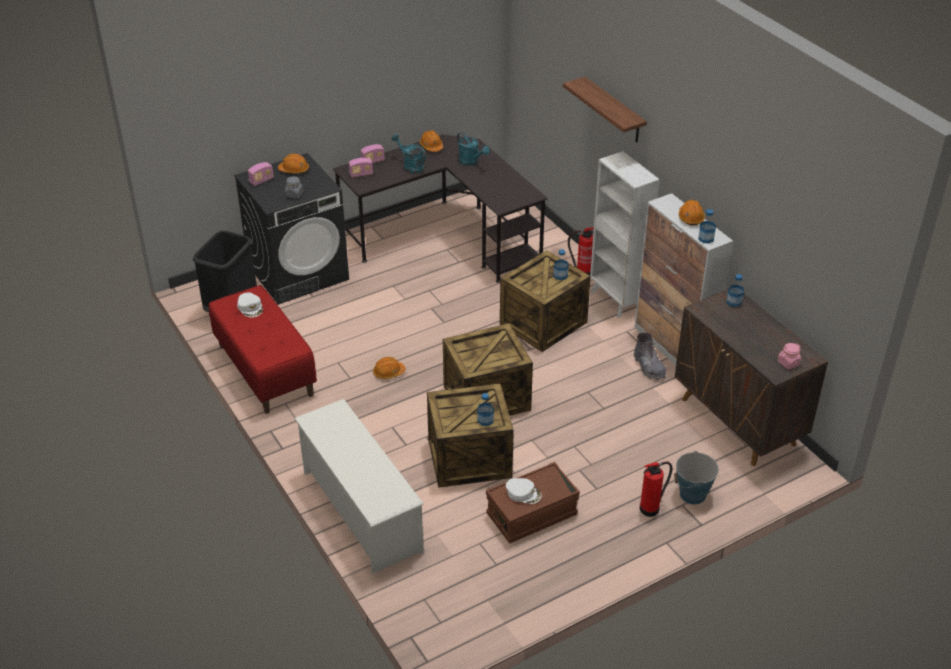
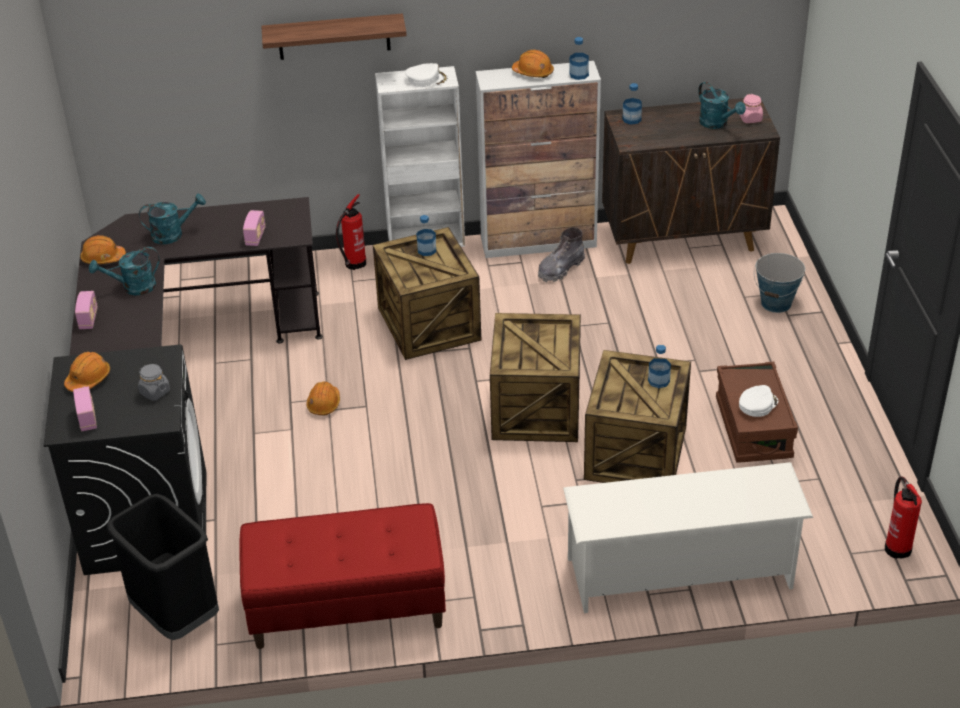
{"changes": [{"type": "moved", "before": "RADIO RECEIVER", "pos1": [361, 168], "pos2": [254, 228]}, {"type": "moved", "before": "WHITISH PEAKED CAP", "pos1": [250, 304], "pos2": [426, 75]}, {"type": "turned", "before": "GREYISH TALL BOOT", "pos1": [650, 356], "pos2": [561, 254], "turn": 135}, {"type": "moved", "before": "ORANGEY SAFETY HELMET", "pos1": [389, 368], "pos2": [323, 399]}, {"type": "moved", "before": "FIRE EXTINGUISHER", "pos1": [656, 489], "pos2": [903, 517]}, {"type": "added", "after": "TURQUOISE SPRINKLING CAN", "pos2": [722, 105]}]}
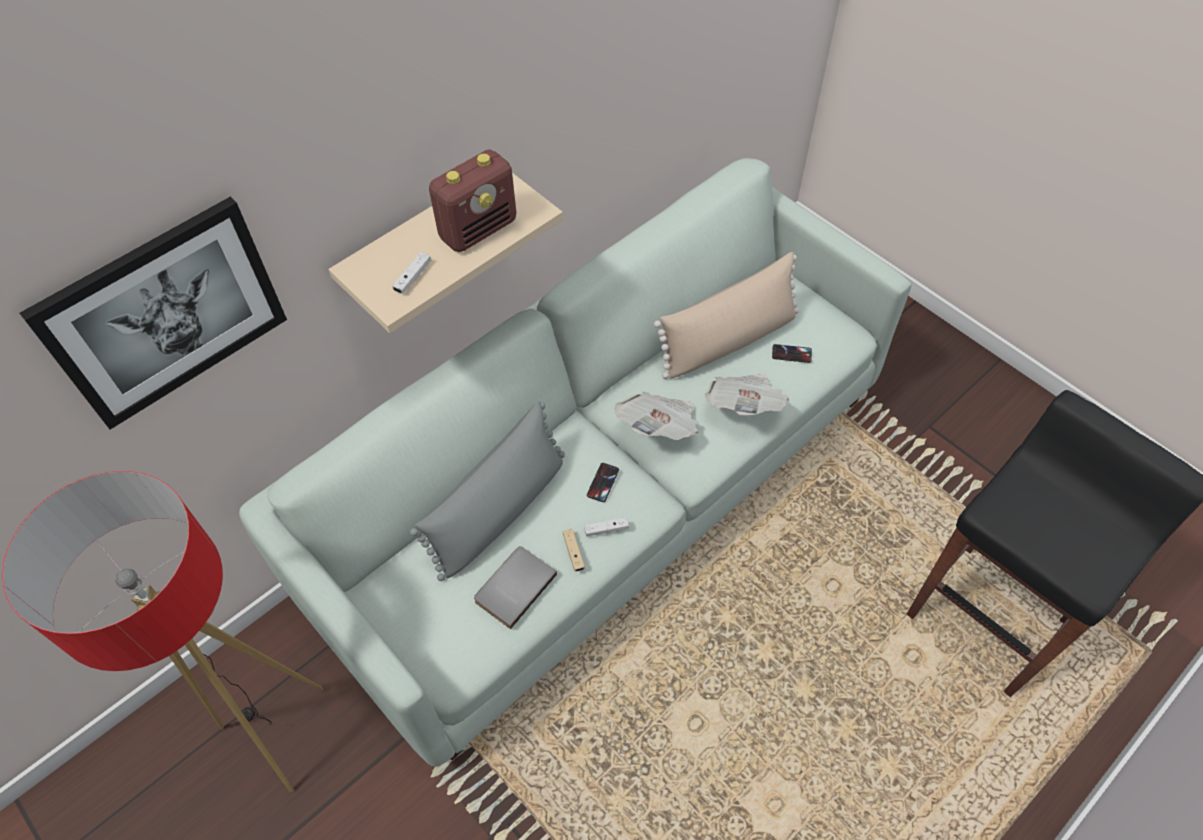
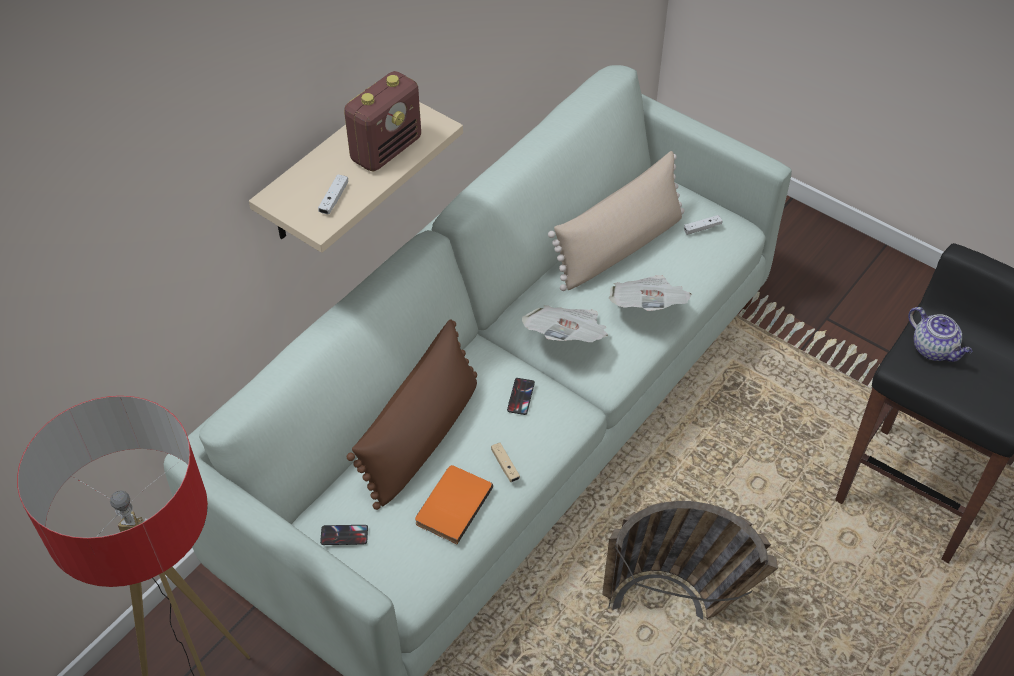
{"changes": [{"type": "removed", "before": "PICTURE", "pos1": [153, 313]}, {"type": "moved", "before": "TELEPHONE", "pos1": [792, 353], "pos2": [344, 535]}, {"type": "recoloured", "before": "GREYISH PILLOW", "after": "BROWNISH PILLOW", "pos1": [487, 491], "pos2": [412, 414]}, {"type": "moved", "before": "WHITISH JOYPAD", "pos1": [606, 527], "pos2": [703, 225]}, {"type": "recoloured", "before": "GREYISH BOOK", "after": "ORANGEY BOOK", "pos1": [515, 587], "pos2": [454, 504]}, {"type": "added", "after": "POT FOR TEA", "pos2": [940, 334]}, {"type": "added", "after": "HOUSEHOLD BASKET", "pos2": [690, 560]}]}
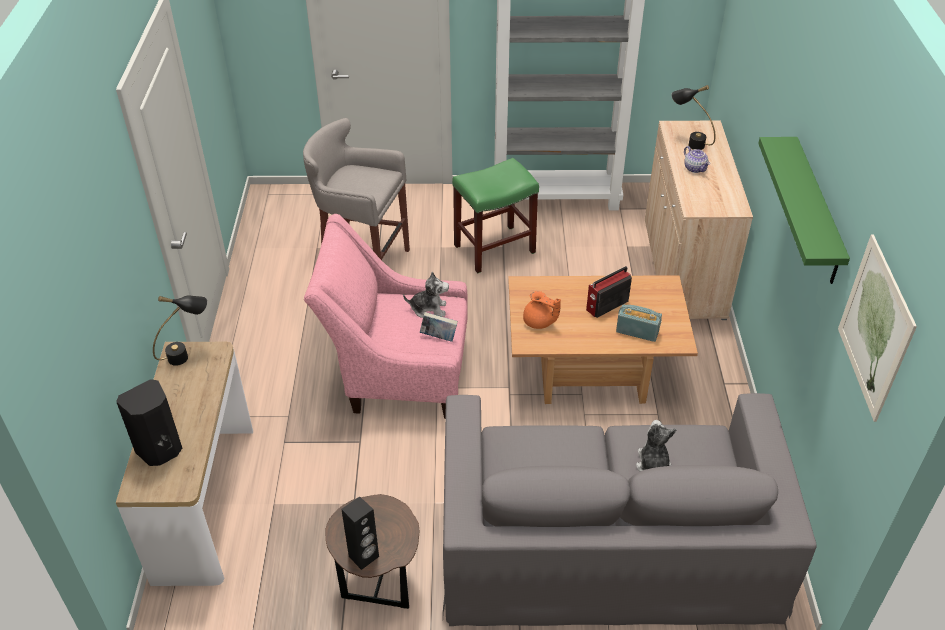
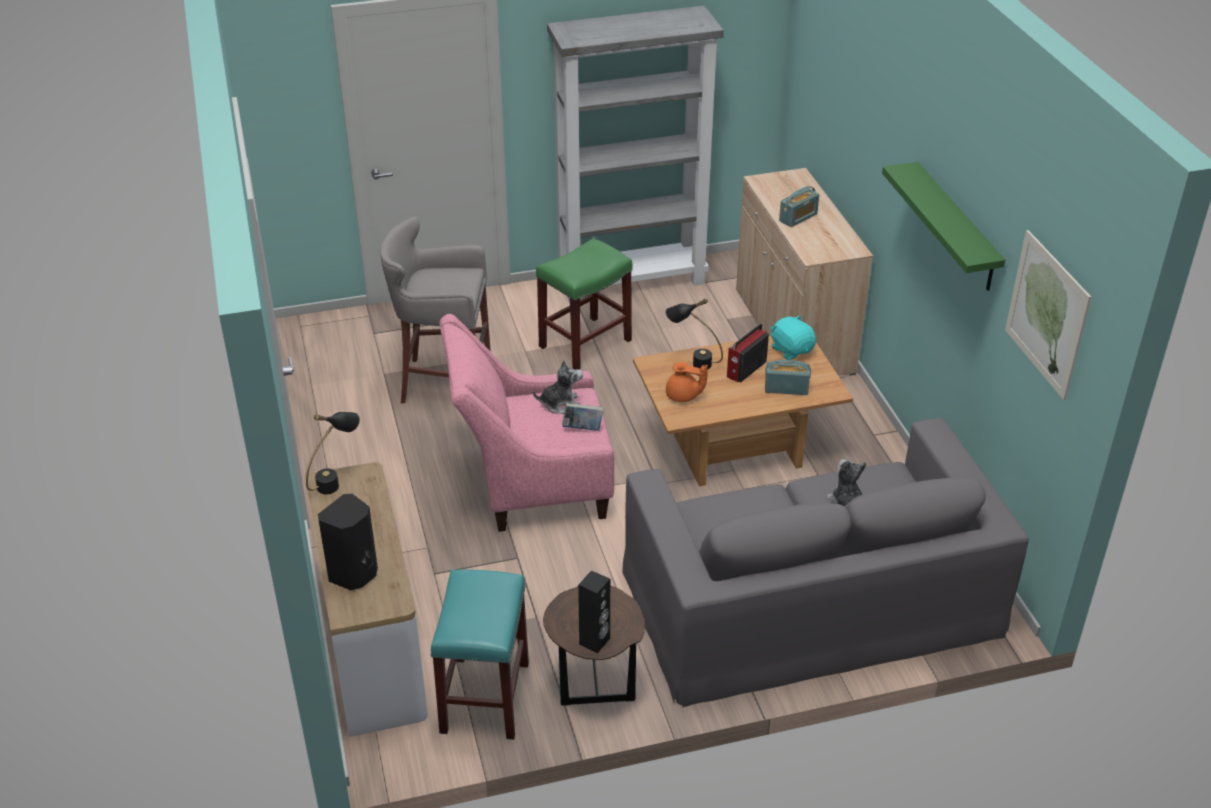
{"changes": [{"type": "moved", "before": "BLACK TABLE LAMP", "pos1": [693, 117], "pos2": [694, 334]}, {"type": "replaced", "before": "POT FOR TEA", "after": "RADIO RECEIVER", "pos1": [697, 159], "pos2": [799, 206]}, {"type": "added", "after": "TURQUOISE SOFT TOY", "pos2": [793, 337]}, {"type": "added", "after": "TURQUOISE STOOL SEAT", "pos2": [480, 655]}]}
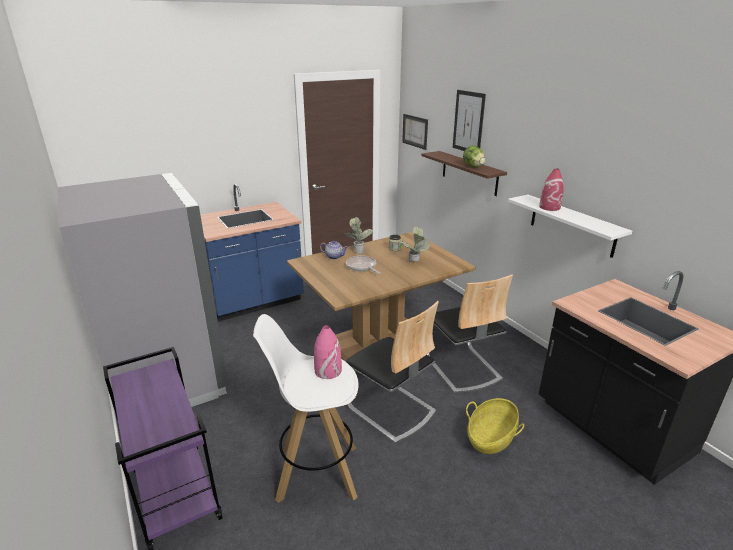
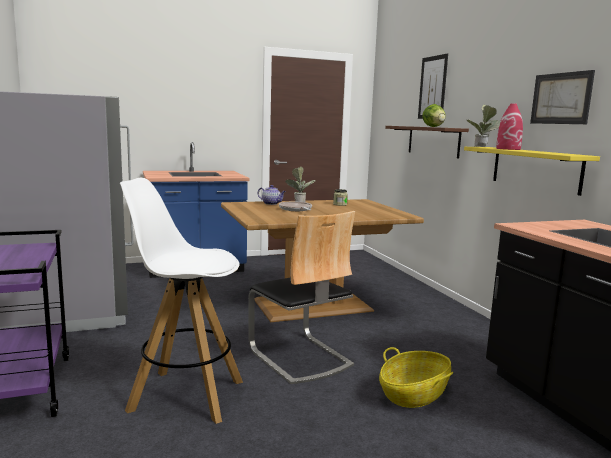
{"changes": [{"type": "moved", "before": "PICTURE", "pos1": [415, 132], "pos2": [562, 97]}, {"type": "recoloured", "before": "WHITISH BRACKET SHELF", "after": "YELLOW BRACKET SHELF", "pos1": [570, 226], "pos2": [532, 171]}, {"type": "moved", "before": "POTTED PLANT", "pos1": [415, 245], "pos2": [483, 126]}, {"type": "removed", "before": "PLAIN CHAIR", "pos1": [470, 333]}, {"type": "removed", "before": "PINKISH VASE", "pos1": [328, 352]}]}
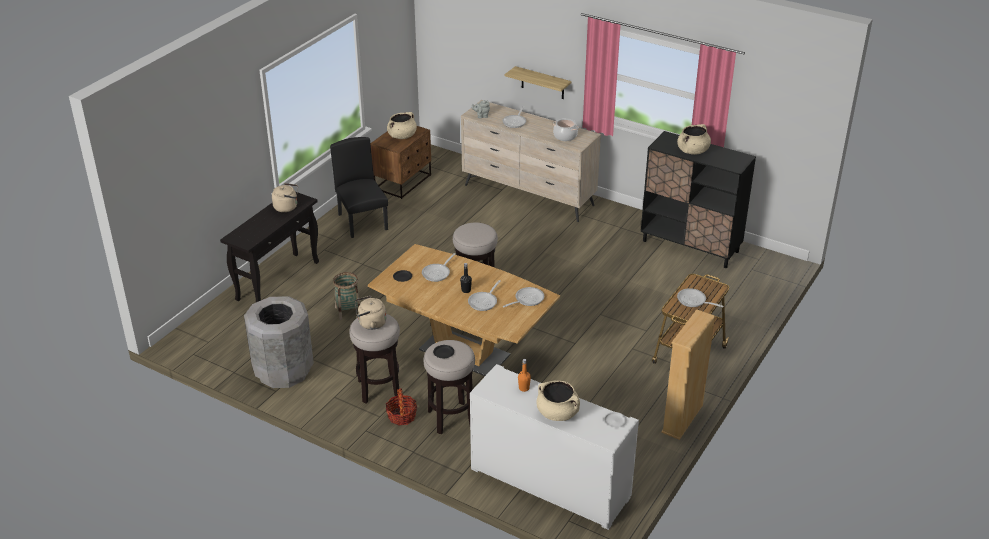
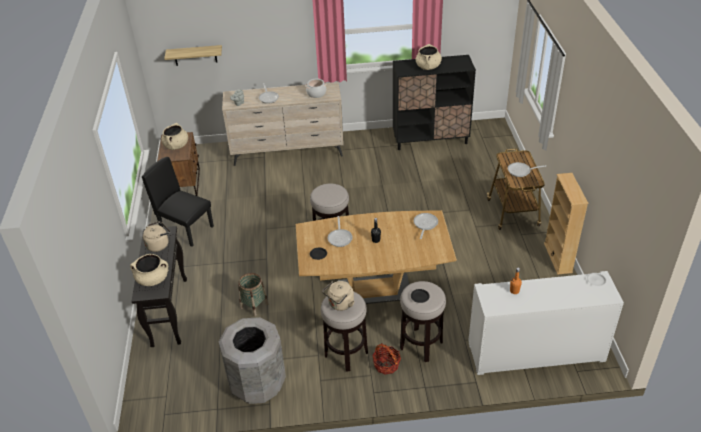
{"changes": [{"type": "moved", "before": "BRACKET SHELF", "pos1": [538, 82], "pos2": [193, 55]}, {"type": "removed", "before": "SKILLET", "pos1": [484, 295]}, {"type": "moved", "before": "BEIGE SAUCEPOT", "pos1": [558, 401], "pos2": [149, 270]}]}
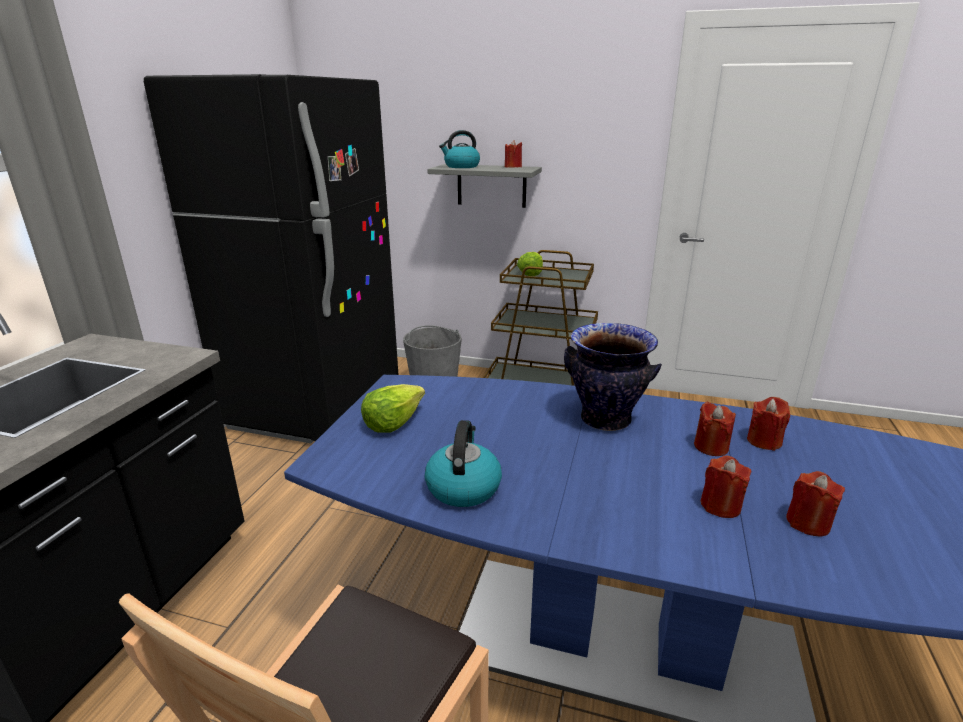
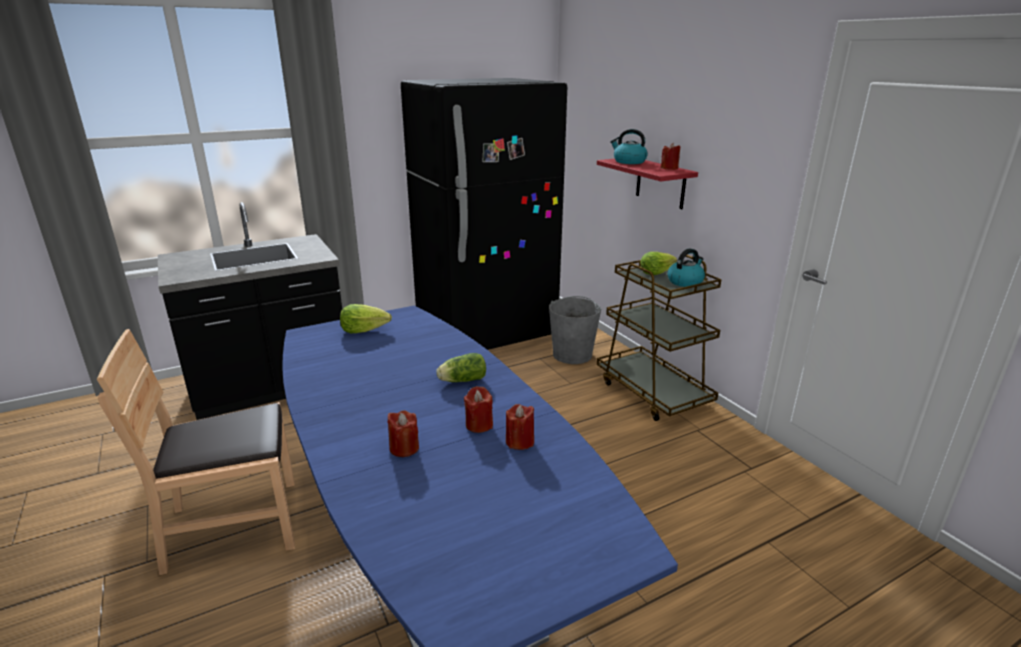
{"changes": [{"type": "recoloured", "before": "GREYISH BRACKET SHELF", "after": "RED BRACKET SHELF", "pos1": [484, 186], "pos2": [647, 184]}, {"type": "replaced", "before": "VASE", "after": "LETTUCE HEAD", "pos1": [613, 377], "pos2": [461, 367]}, {"type": "moved", "before": "WATER KETTLE", "pos1": [463, 463], "pos2": [686, 267]}, {"type": "removed", "before": "RED CANDLE", "pos1": [815, 504]}]}
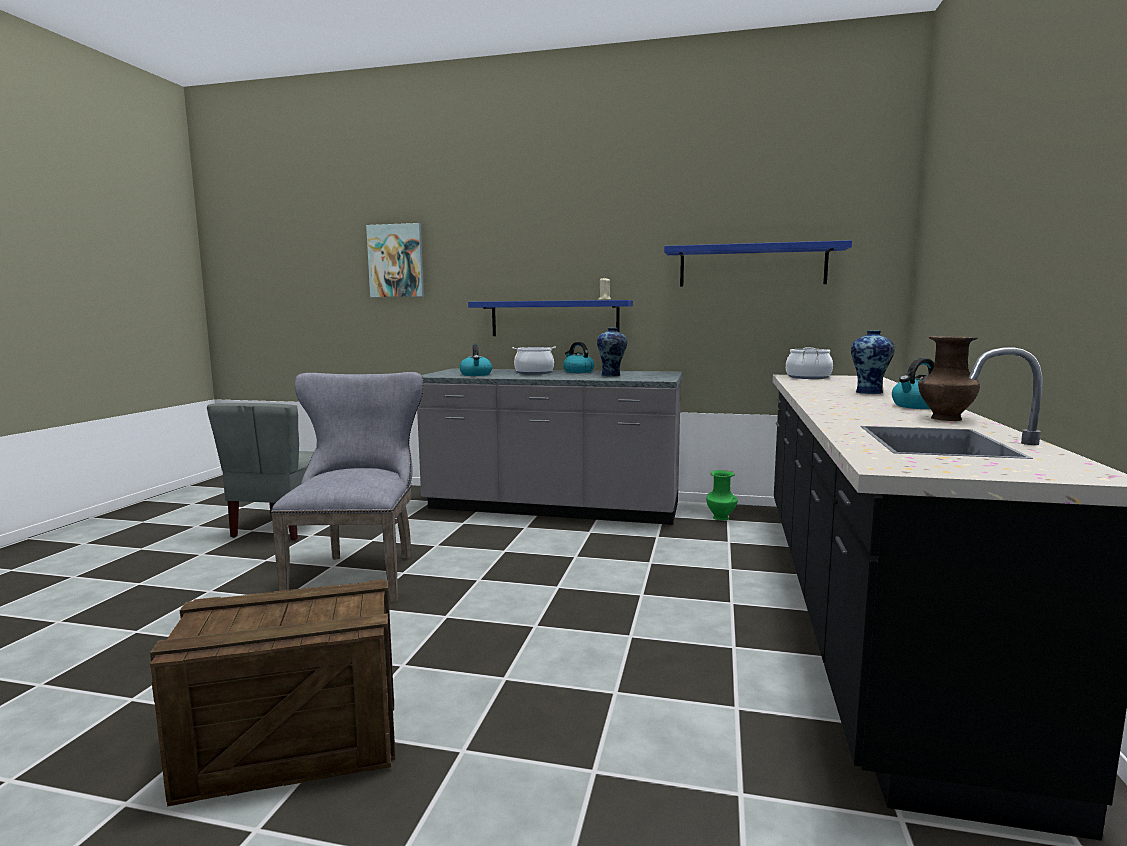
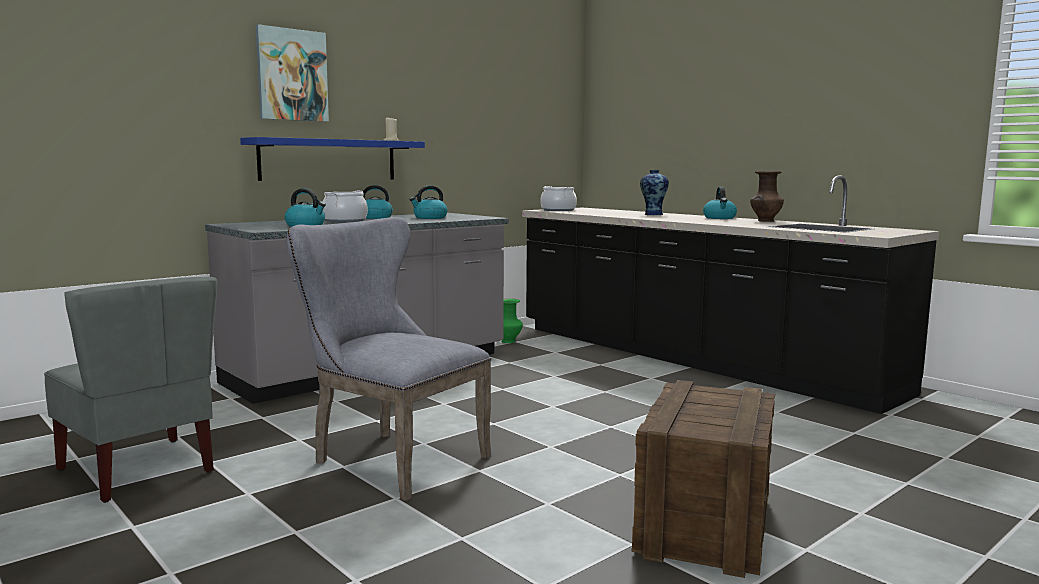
{"changes": [{"type": "moved", "before": "PICTURE", "pos1": [395, 260], "pos2": [292, 73]}, {"type": "removed", "before": "BLUE-COLOURED BRACKET SHELF", "pos1": [758, 263]}, {"type": "replaced", "before": "VASE", "after": "WATER KETTLE", "pos1": [612, 351], "pos2": [428, 202]}]}
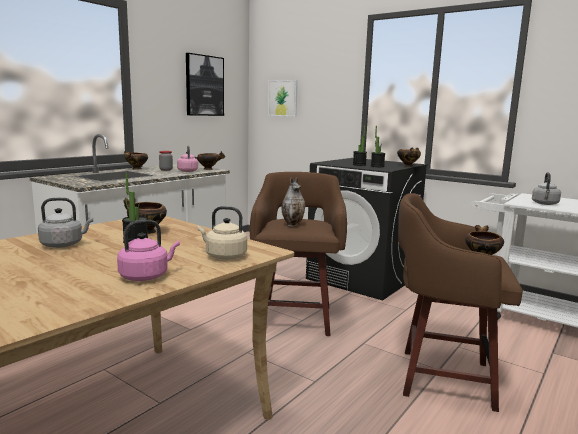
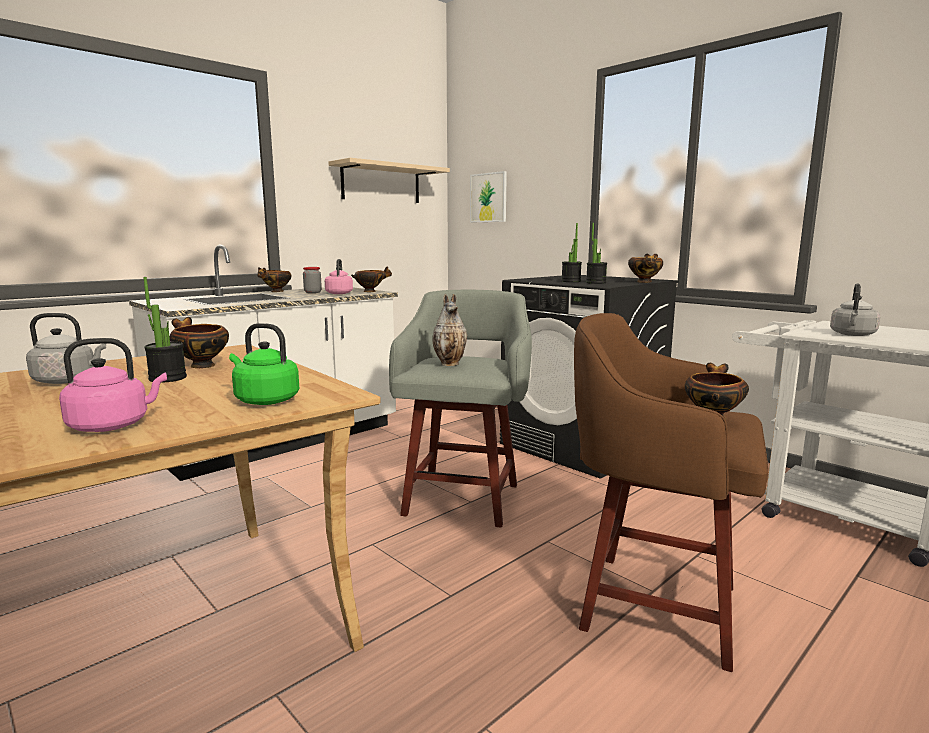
{"changes": [{"type": "replaced", "before": "PICTURE", "after": "BEIGE BRACKET SHELF", "pos1": [205, 84], "pos2": [389, 180]}, {"type": "recoloured", "before": "BROWNISH STOOL SEAT", "after": "GREYISH STOOL SEAT", "pos1": [298, 254], "pos2": [460, 409]}, {"type": "recoloured", "before": "BEIGE WATER KETTLE", "after": "GREENISH WATER KETTLE", "pos1": [222, 233], "pos2": [264, 364]}]}
